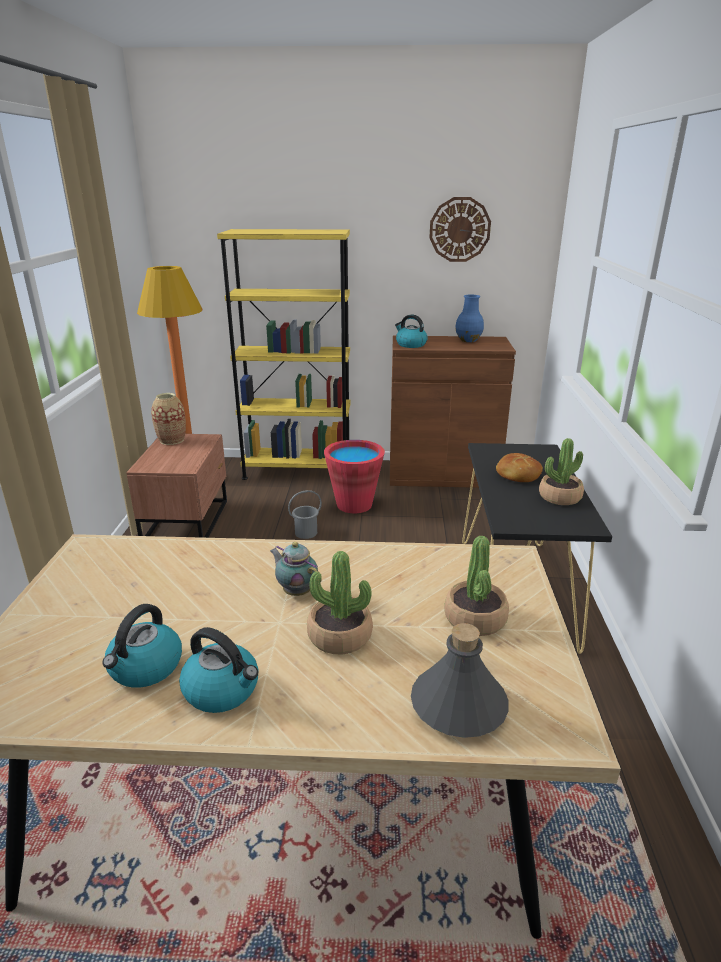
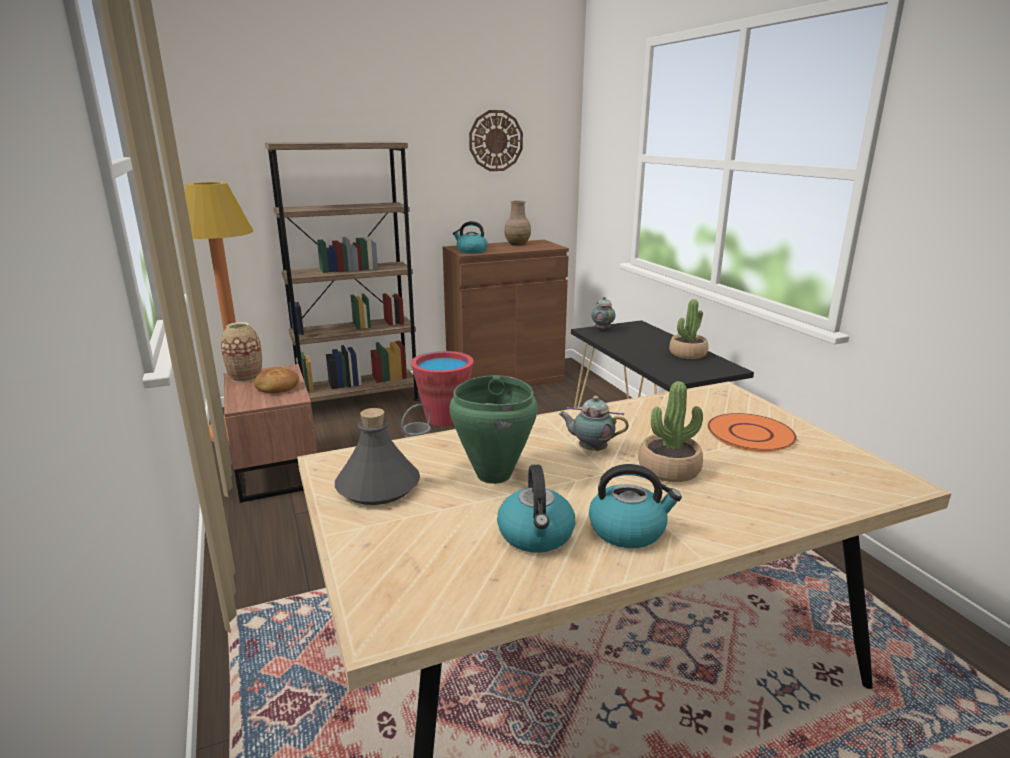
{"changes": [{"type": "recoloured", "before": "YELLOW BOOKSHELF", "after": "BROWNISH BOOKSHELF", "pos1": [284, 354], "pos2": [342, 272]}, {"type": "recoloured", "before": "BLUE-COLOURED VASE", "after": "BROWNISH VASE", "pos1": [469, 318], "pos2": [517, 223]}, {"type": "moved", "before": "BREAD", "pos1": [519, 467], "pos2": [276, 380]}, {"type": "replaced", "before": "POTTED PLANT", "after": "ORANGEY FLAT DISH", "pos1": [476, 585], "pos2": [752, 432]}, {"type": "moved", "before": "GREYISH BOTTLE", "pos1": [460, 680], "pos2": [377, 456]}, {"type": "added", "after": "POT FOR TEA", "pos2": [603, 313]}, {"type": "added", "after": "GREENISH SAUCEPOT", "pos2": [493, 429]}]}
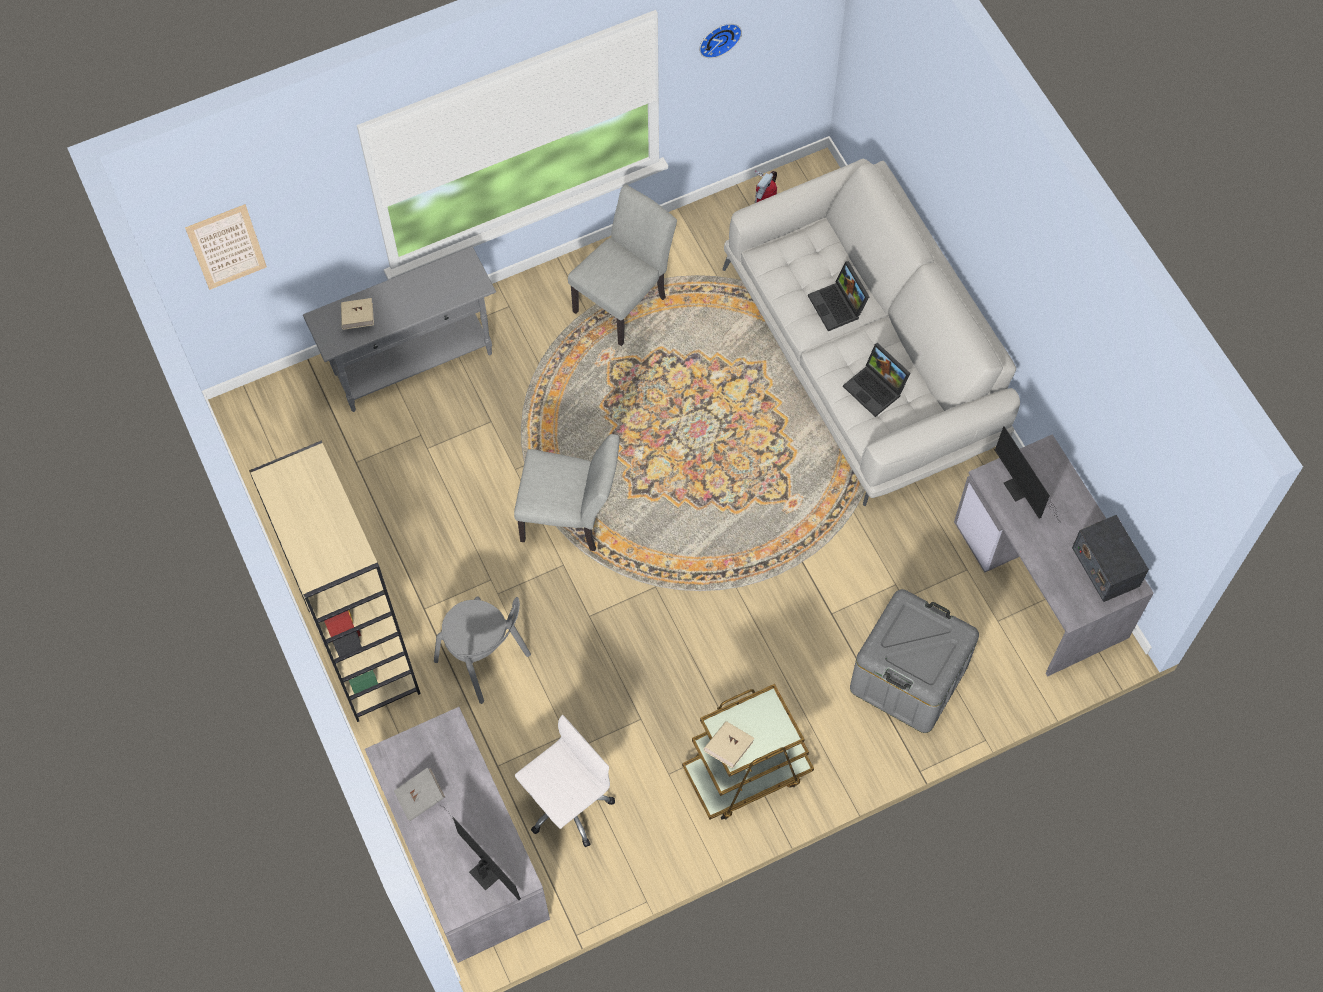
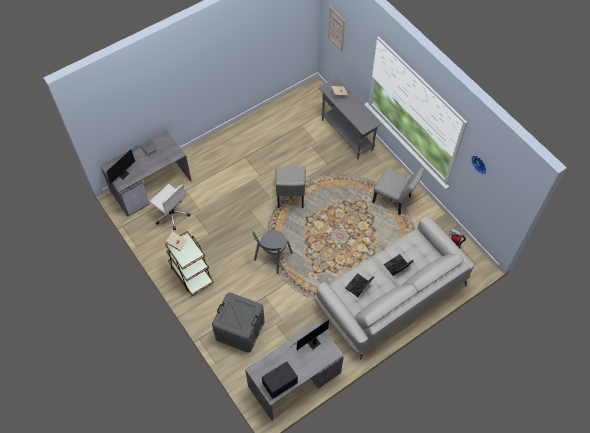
{"changes": [{"type": "removed", "before": "BEIGE BOOKSHELF", "pos1": [335, 581]}, {"type": "moved", "before": "GREYISH PLAIN CHAIR", "pos1": [482, 650], "pos2": [272, 252]}]}
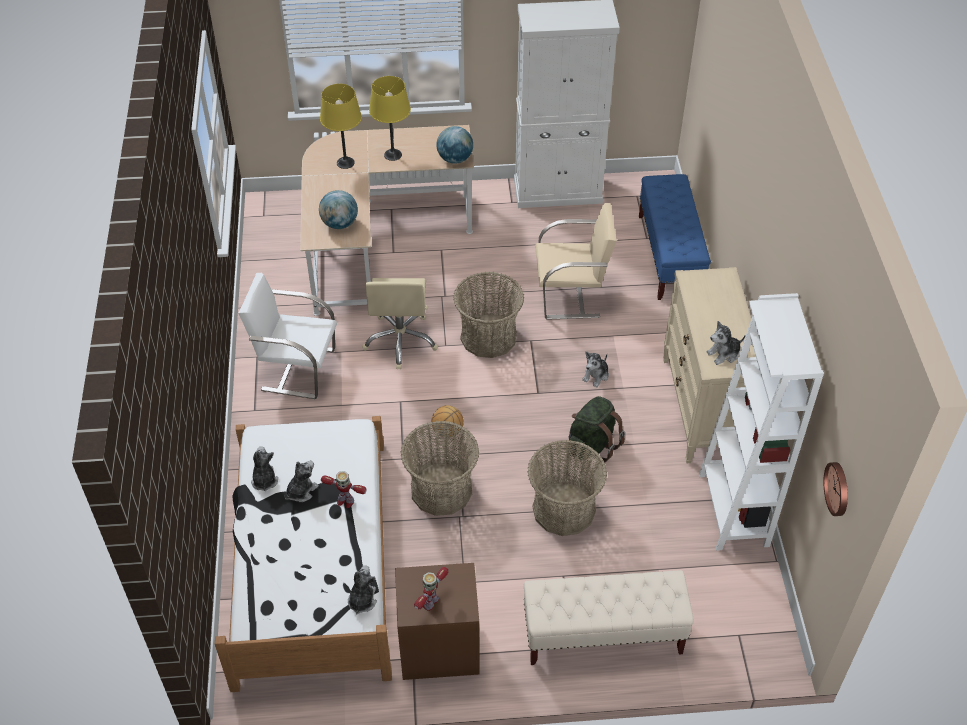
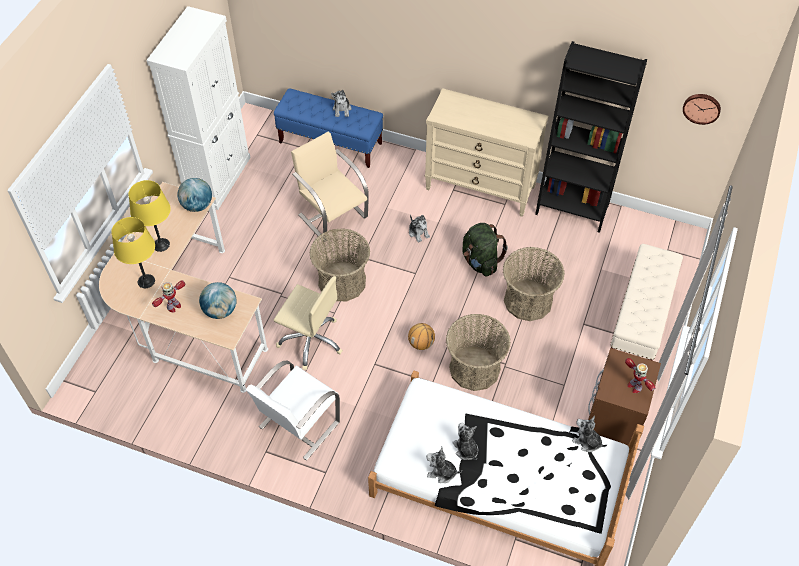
{"changes": [{"type": "turned", "before": "BEIGE PLAIN CHAIR", "pos1": [576, 261], "pos2": [330, 187], "turn": -60}, {"type": "recoloured", "before": "WHITISH BOOKSHELF", "after": "BLACK BOOKSHELF", "pos1": [761, 422], "pos2": [591, 137]}, {"type": "moved", "before": "SOFT TOY", "pos1": [726, 343], "pos2": [341, 103]}, {"type": "moved", "before": "MODEL ROBOT", "pos1": [344, 489], "pos2": [168, 296]}]}
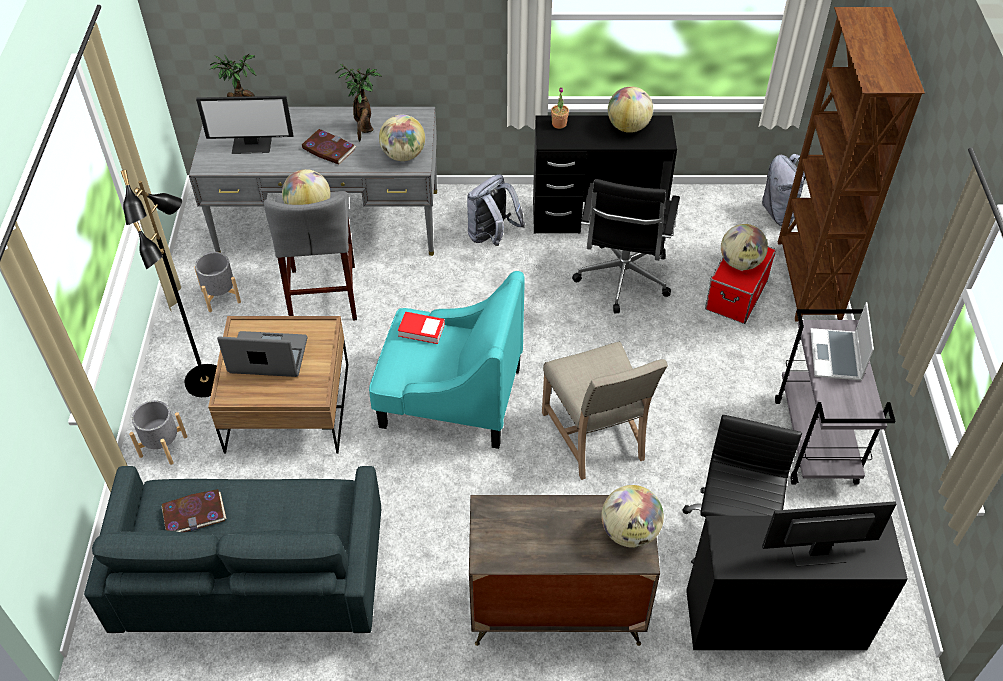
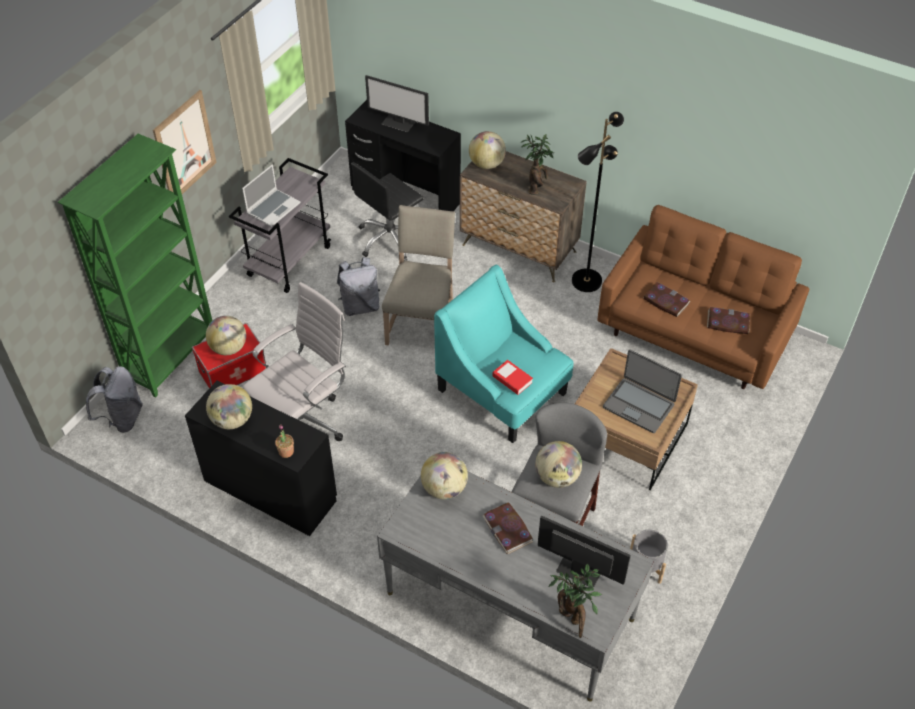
{"changes": [{"type": "recoloured", "before": "BROWNISH BOOKSHELF", "after": "GREENISH BOOKSHELF", "pos1": [851, 164], "pos2": [135, 265]}, {"type": "moved", "before": "POTTED PLANT", "pos1": [359, 102], "pos2": [537, 164]}, {"type": "moved", "before": "BLACK STANDARD LAMP", "pos1": [169, 283], "pos2": [598, 202]}, {"type": "moved", "before": "GREYISH KNAPSACK", "pos1": [496, 210], "pos2": [358, 286]}, {"type": "recoloured", "before": "BLACK DESK CHAIR", "after": "WHITISH DESK CHAIR", "pos1": [626, 246], "pos2": [294, 361]}, {"type": "removed", "before": "GREYISH FLOWER POT", "pos1": [158, 432]}, {"type": "recoloured", "before": "GREYISH SETTEE", "after": "BROWNISH SETTEE", "pos1": [232, 549], "pos2": [703, 297]}, {"type": "added", "after": "PICTURE", "pos2": [185, 142]}, {"type": "added", "after": "BOOK", "pos2": [667, 299]}]}
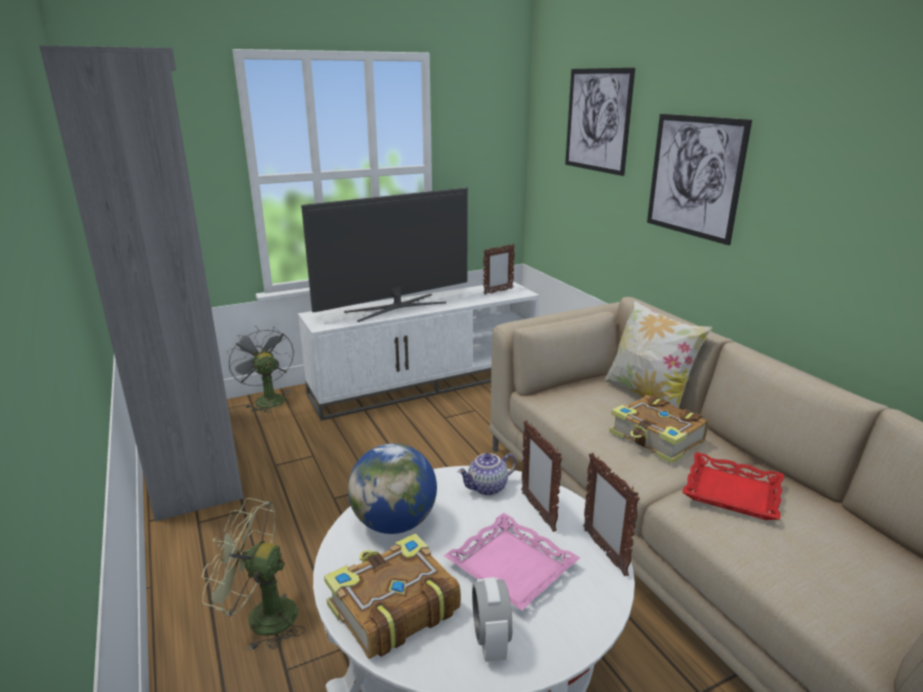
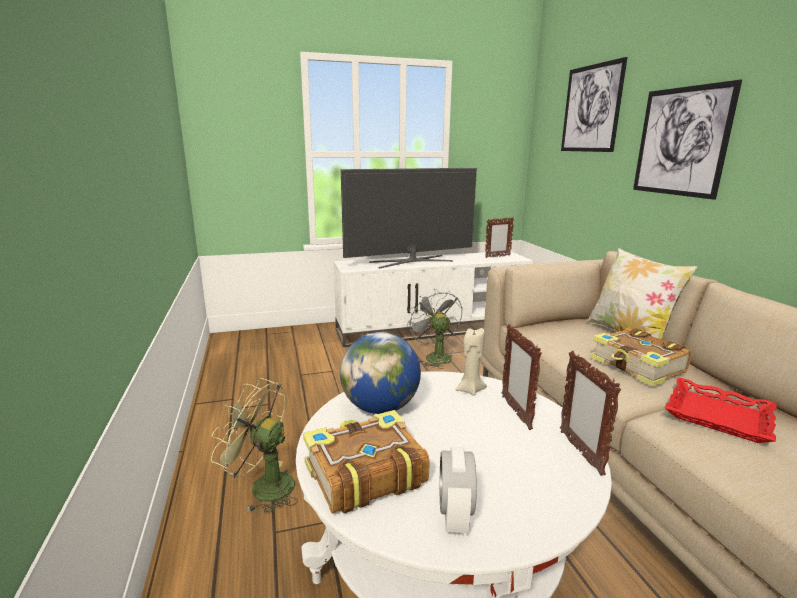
{"changes": [{"type": "removed", "before": "GREYISH BOOKSHELF", "pos1": [141, 283]}, {"type": "moved", "before": "GREYISH FAN", "pos1": [260, 369], "pos2": [434, 329]}, {"type": "replaced", "before": "POT FOR TEA", "after": "BEIGE CANDLE", "pos1": [487, 474], "pos2": [471, 362]}, {"type": "removed", "before": "PINKISH TRAY", "pos1": [512, 561]}]}
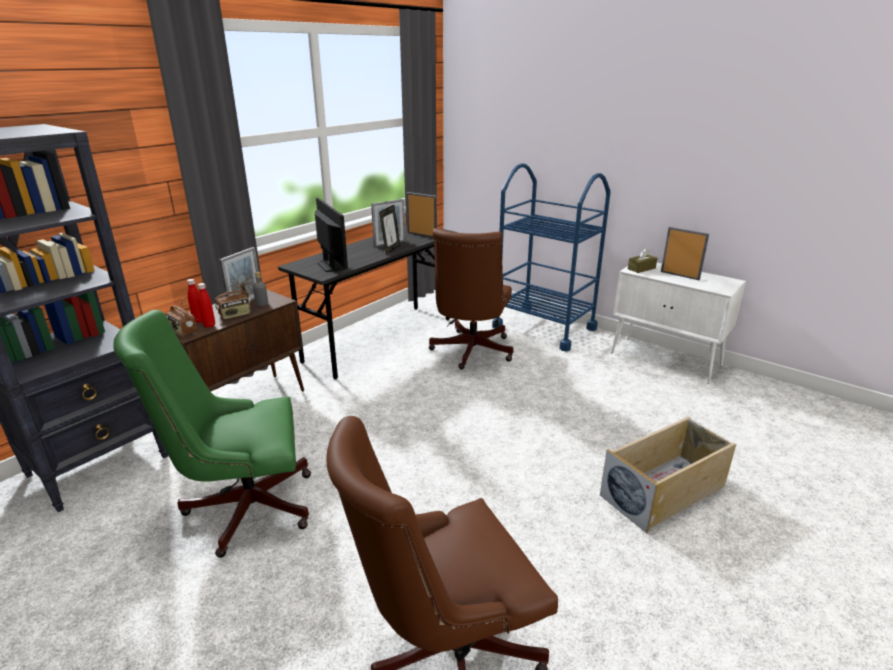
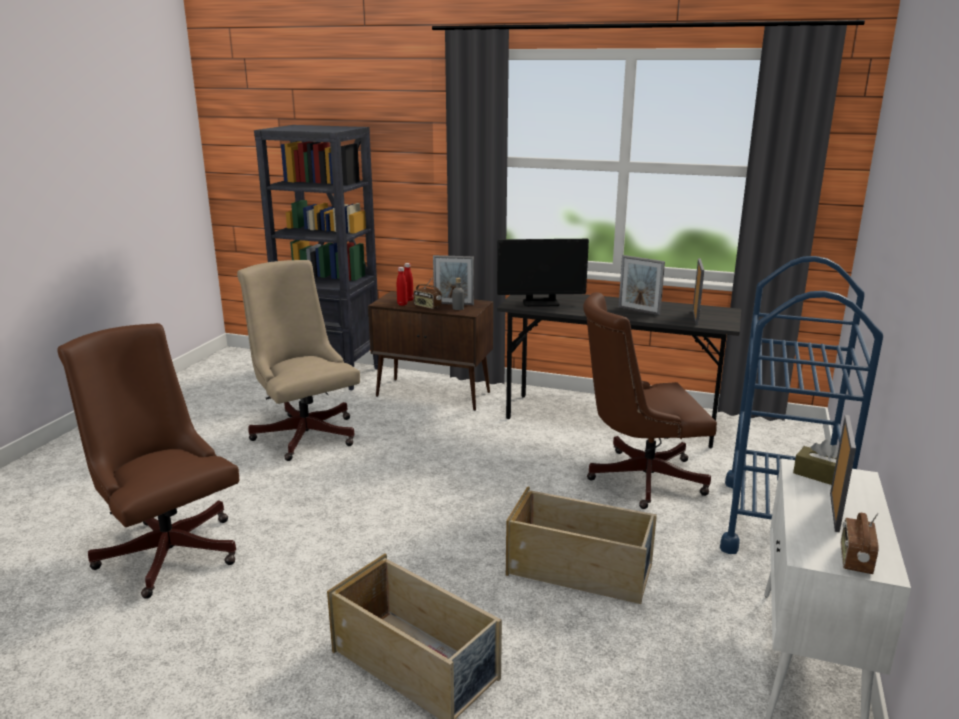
{"changes": [{"type": "turned", "before": "COMPUTER SCREEN", "pos1": [331, 235], "pos2": [543, 273], "turn": 45}, {"type": "removed", "before": "PHOTO FRAME", "pos1": [389, 229]}, {"type": "moved", "before": "RADIO RECEIVER", "pos1": [181, 317], "pos2": [860, 543]}, {"type": "recoloured", "before": "GREENISH DESK CHAIR", "after": "BEIGE DESK CHAIR", "pos1": [212, 434], "pos2": [298, 360]}, {"type": "added", "after": "BEIGE STORAGE CONTAINER", "pos2": [581, 545]}]}
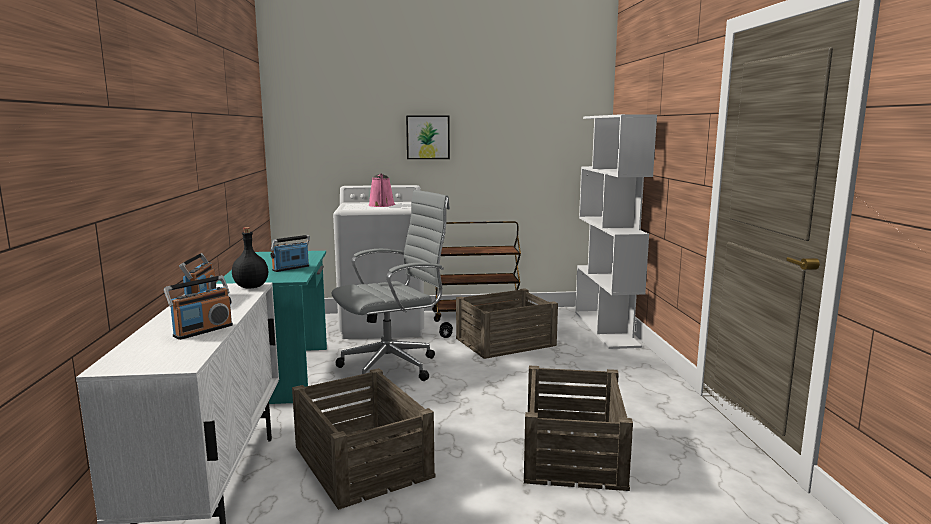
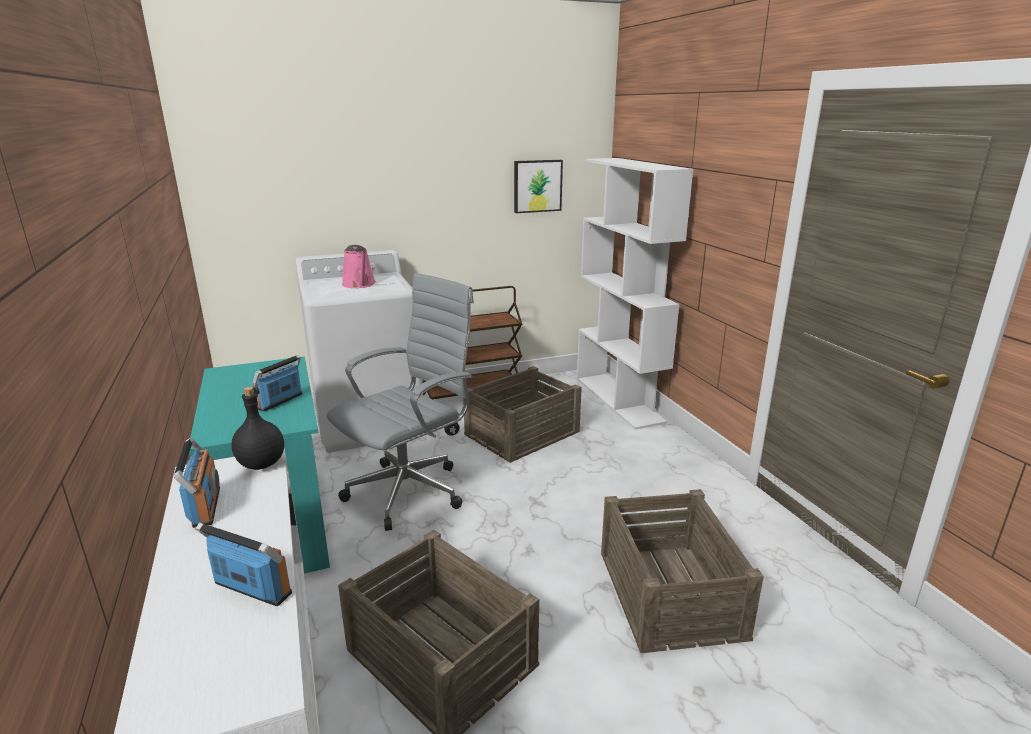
{"changes": [{"type": "moved", "before": "PICTURE", "pos1": [428, 137], "pos2": [538, 186]}, {"type": "turned", "before": "RADIO RECEIVER", "pos1": [198, 307], "pos2": [243, 564], "turn": -90}]}
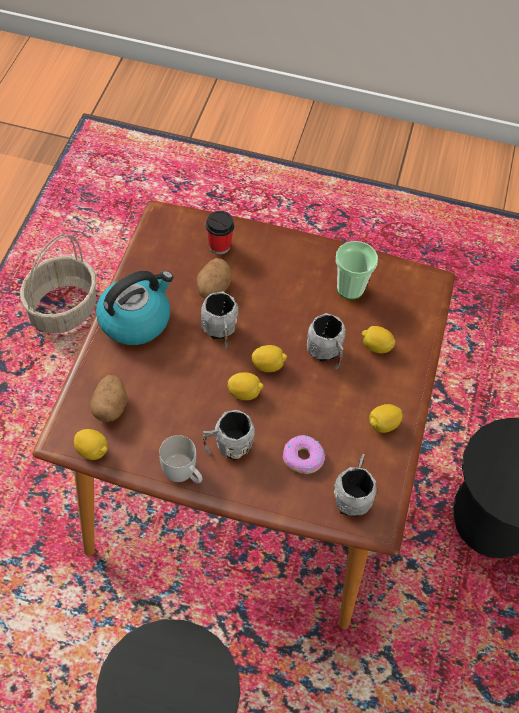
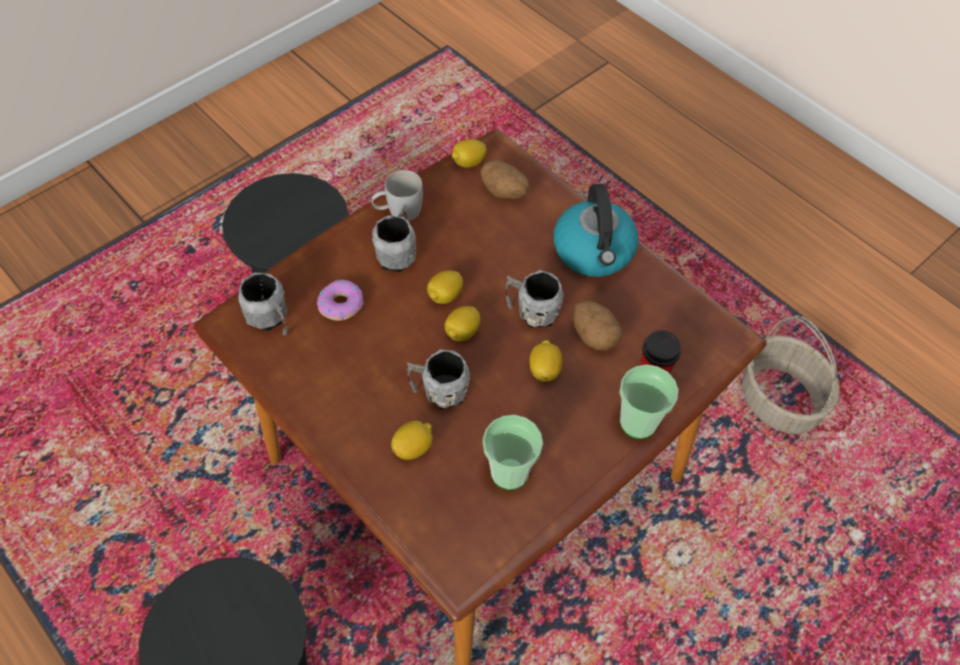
{"changes": [{"type": "moved", "before": "CITRUS FRUIT", "pos1": [386, 418], "pos2": [545, 361]}, {"type": "added", "after": "SMALL CUP", "pos2": [649, 401]}]}
